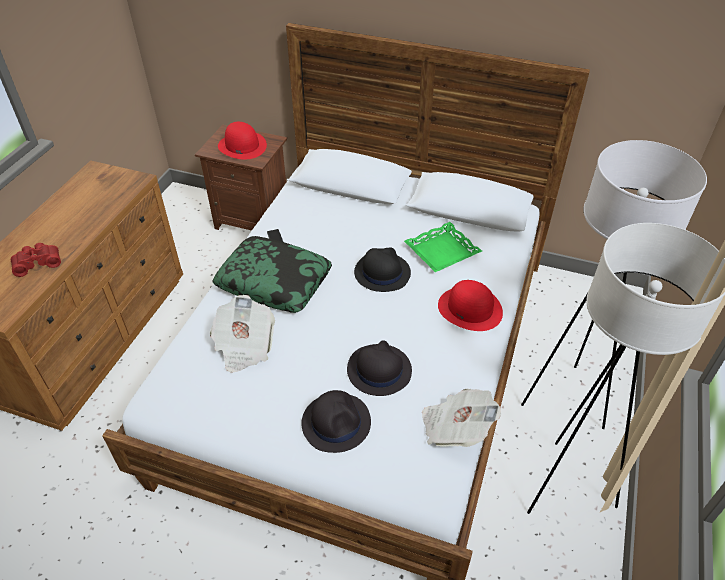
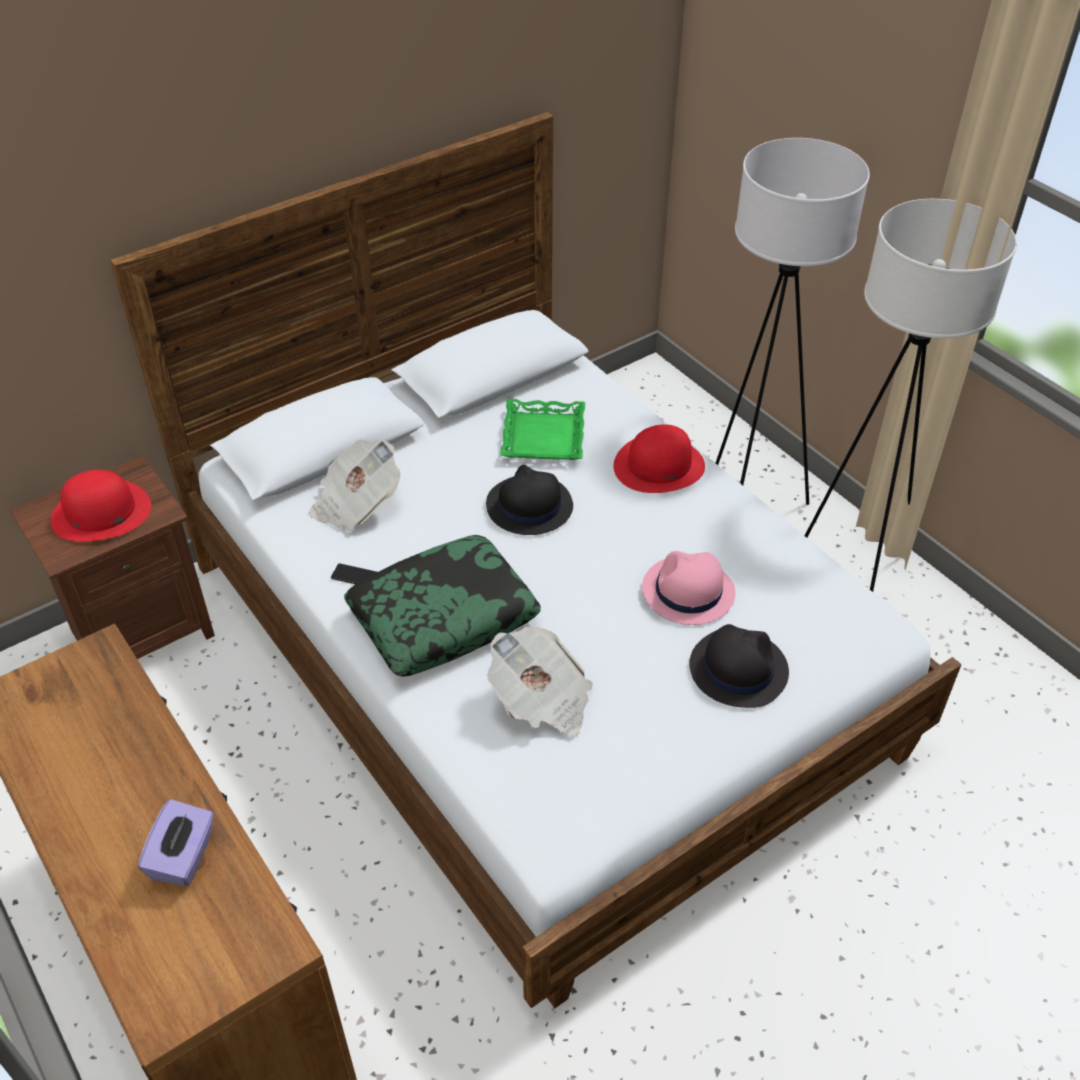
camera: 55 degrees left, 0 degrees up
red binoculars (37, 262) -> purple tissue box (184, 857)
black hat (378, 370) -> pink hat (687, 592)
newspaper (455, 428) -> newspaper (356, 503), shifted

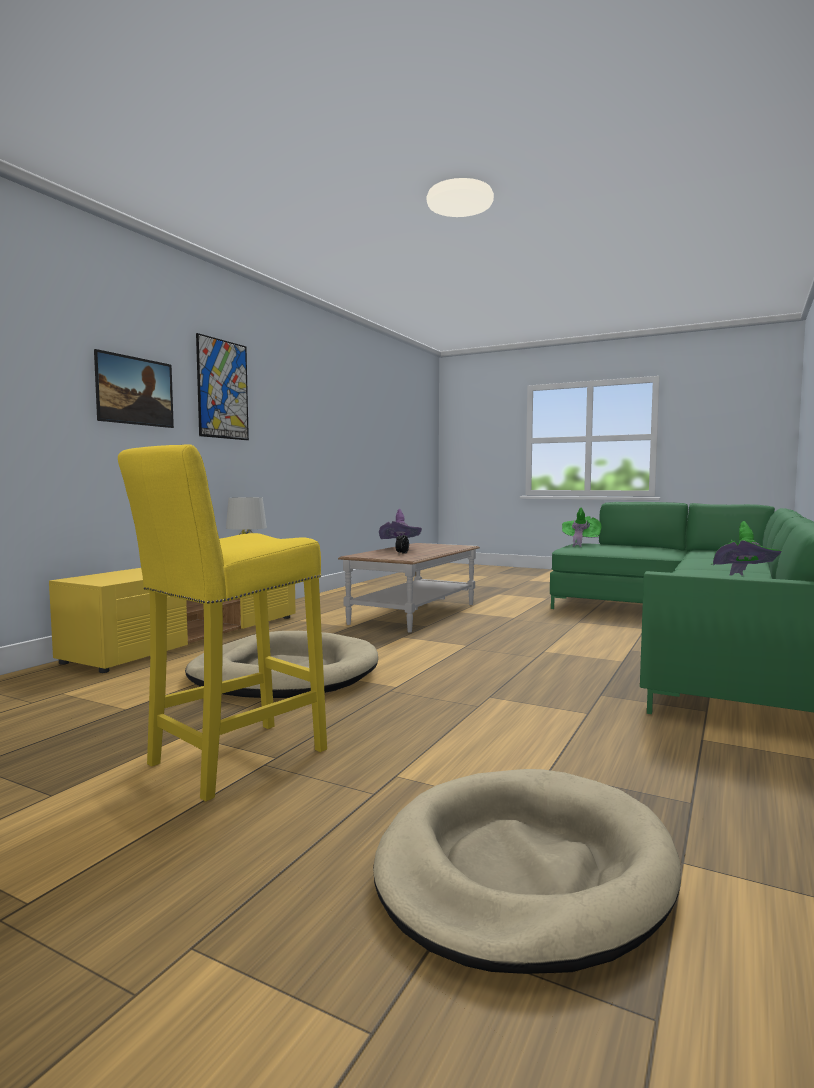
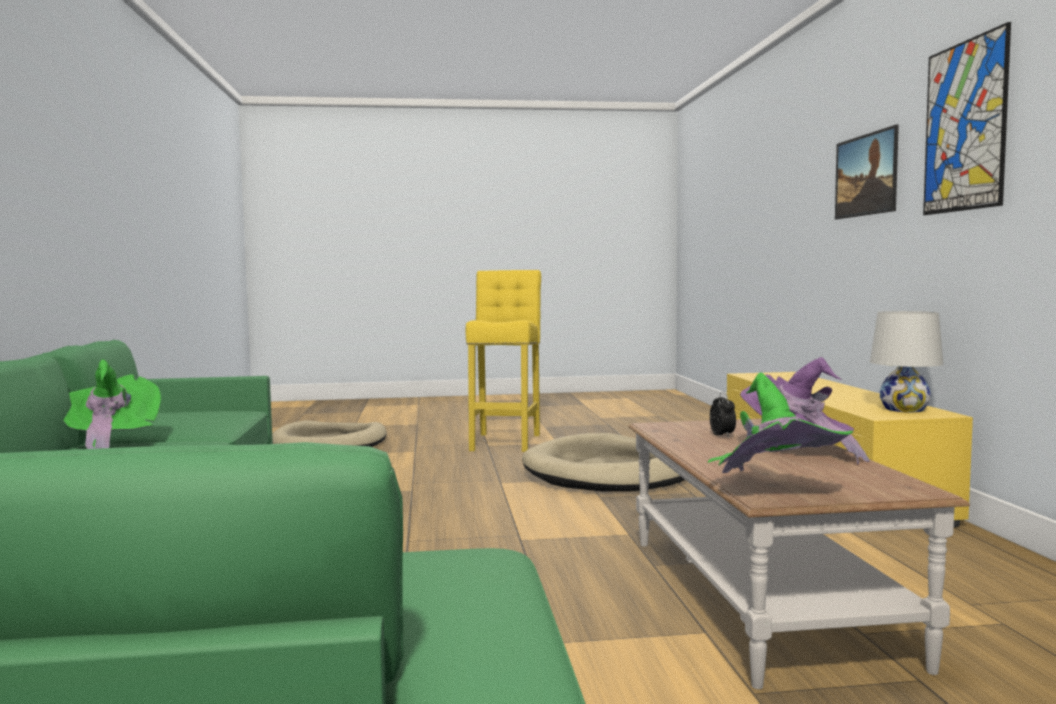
camera: 145 degrees right, 0 degrees up
green hat (580, 544) -> green hat (774, 492), shifted

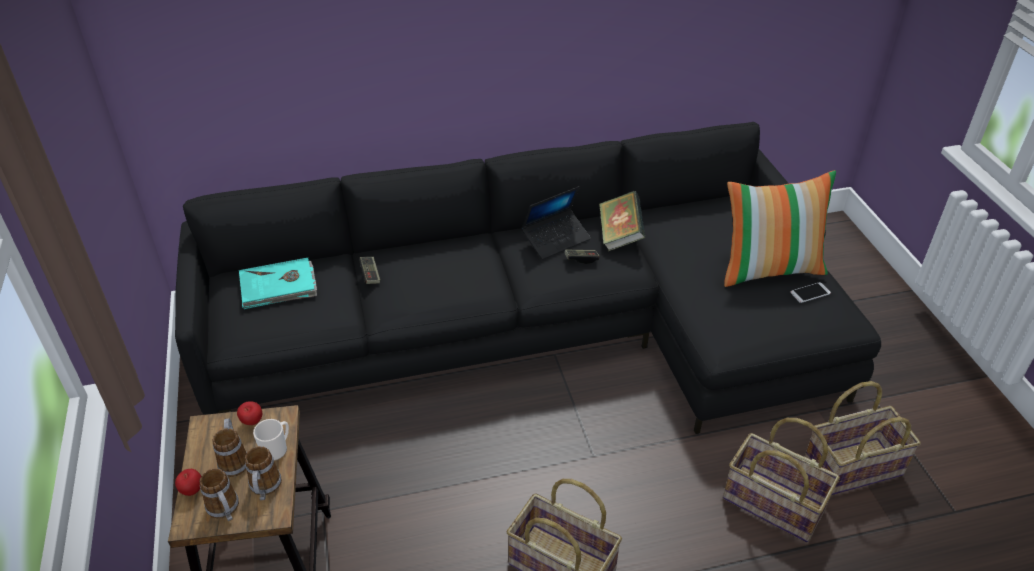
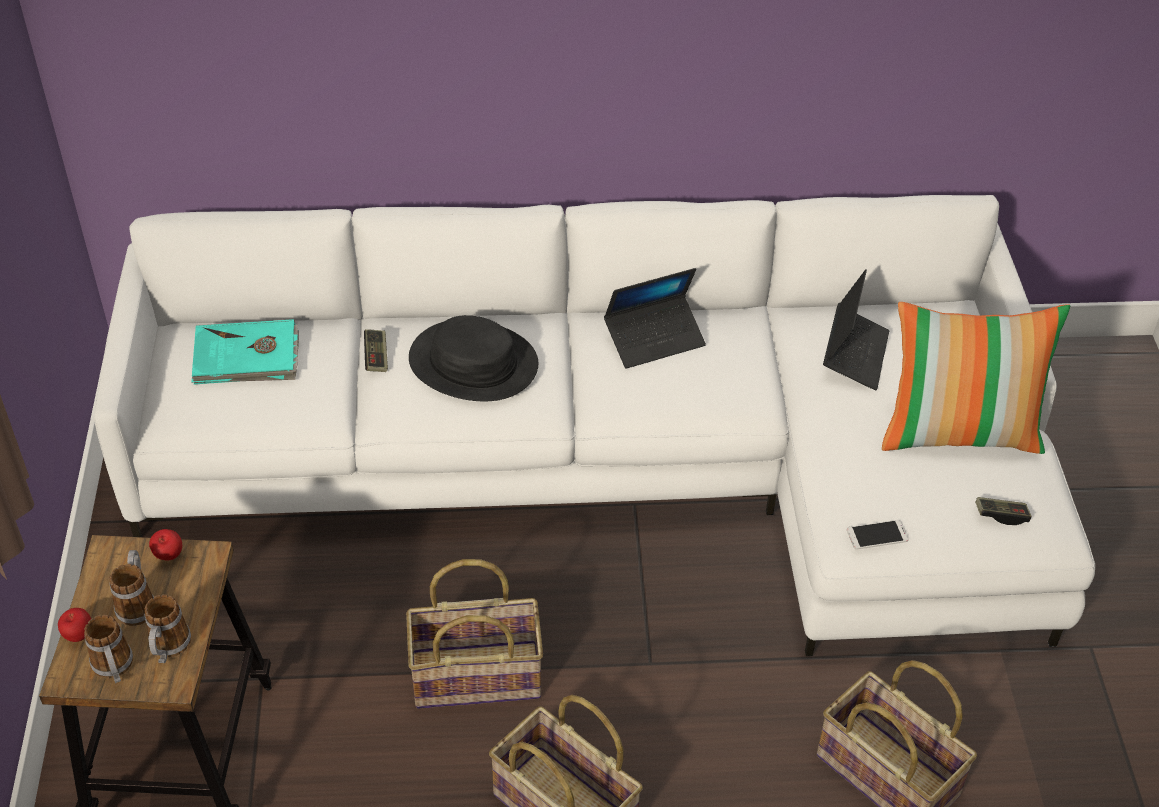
camera: 10 degrees right, 5 degrees up
black sofa (541, 332) -> white sofa (624, 467)
mug (277, 449) -> none
game controller (581, 259) -> game controller (1001, 515), shifted
book (620, 235) -> none
phone (810, 293) -> phone (877, 535), shifted
basket (852, 466) -> basket (477, 674), shifted
none -> black hat (473, 363)
none -> laptop (855, 354)

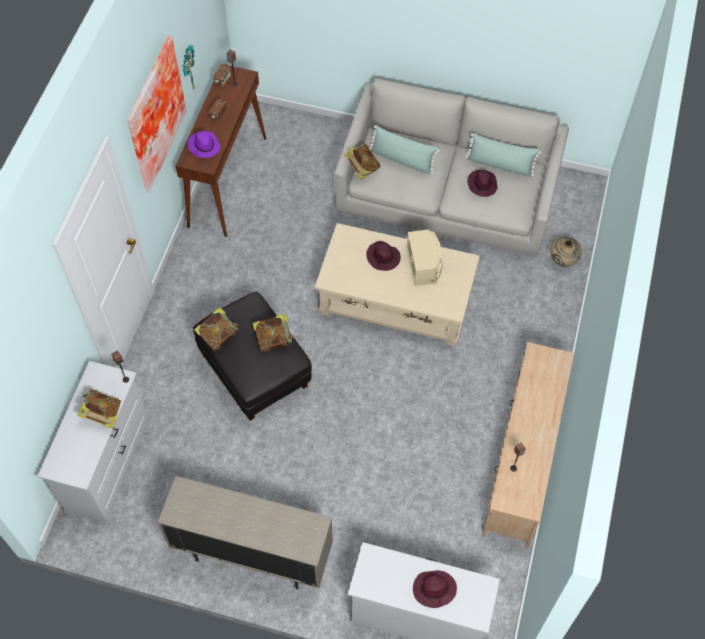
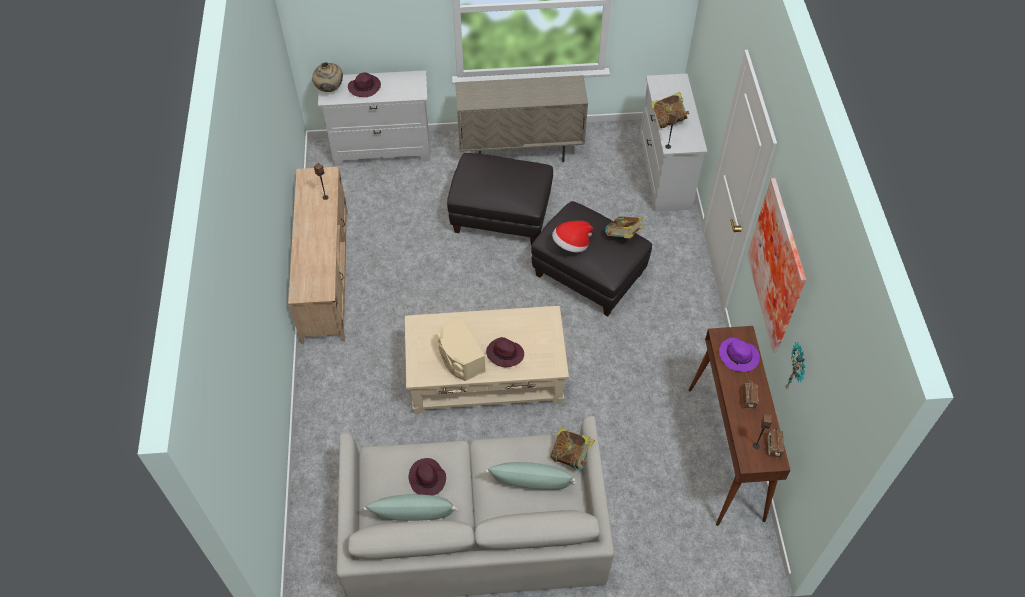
camera: 160 degrees right, 5 degrees down
book (274, 339) -> hat (571, 244)
beige vase (562, 260) -> beige vase (330, 90), shifted
none -> black ottoman (501, 216)

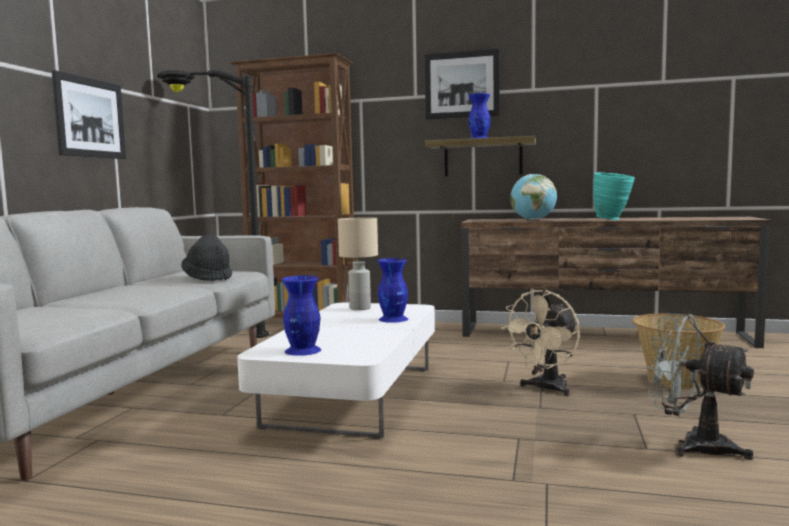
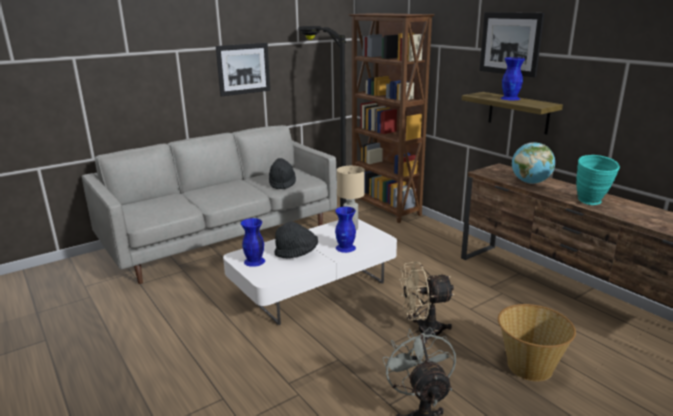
camera: 40 degrees right, 15 degrees up
none -> black hat (297, 253)

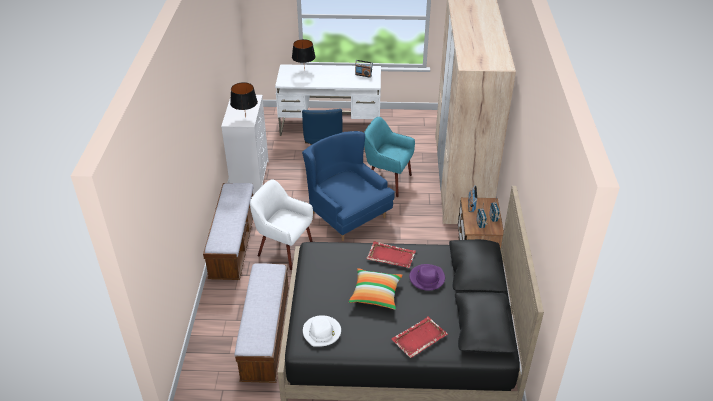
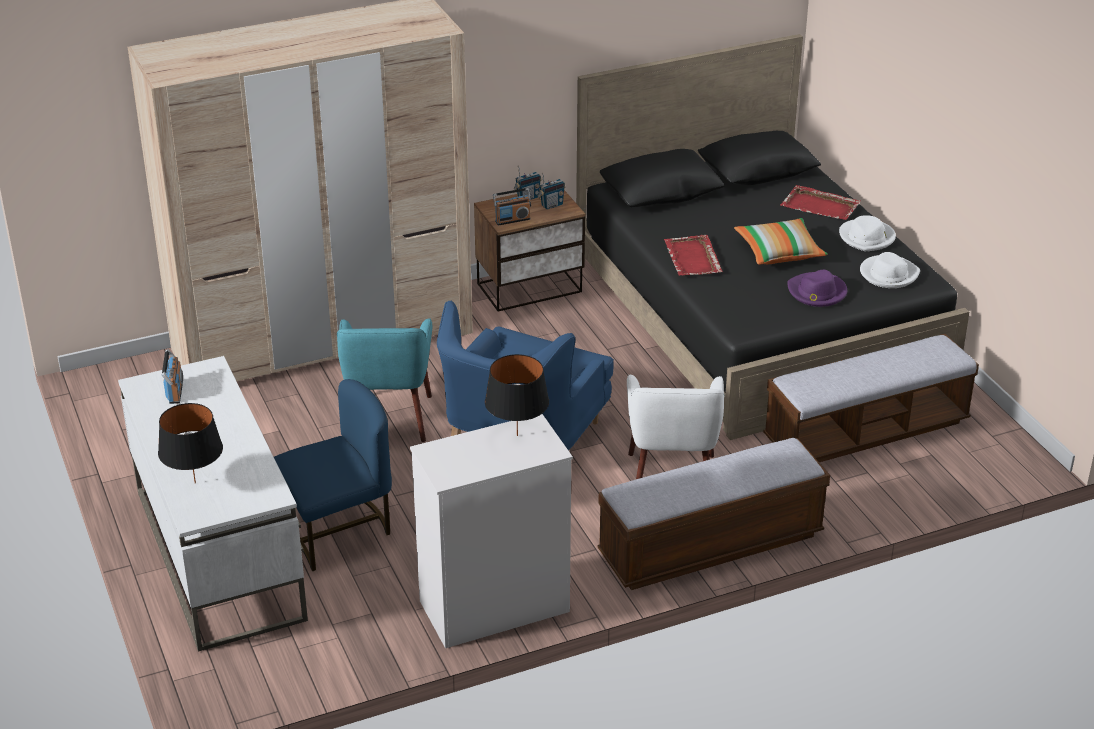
camera: 115 degrees left, 5 degrees down
purple hat (427, 278) -> purple hat (817, 292), shifted
none -> white hat (867, 237)

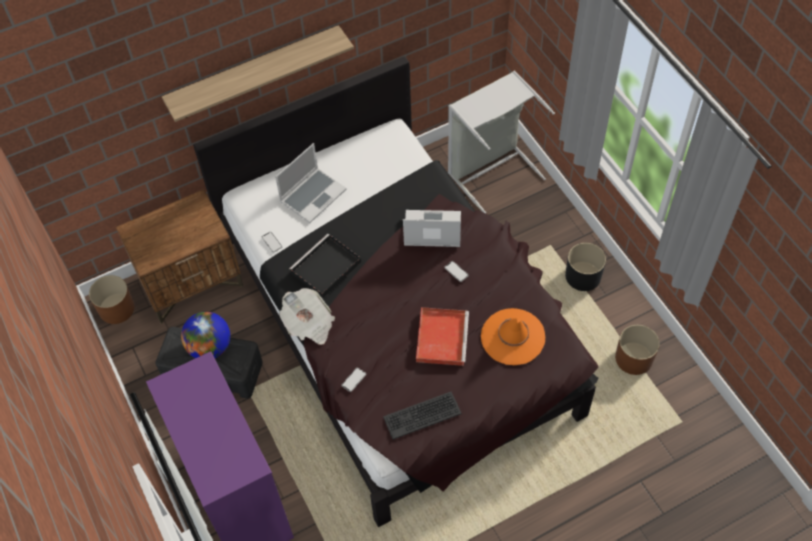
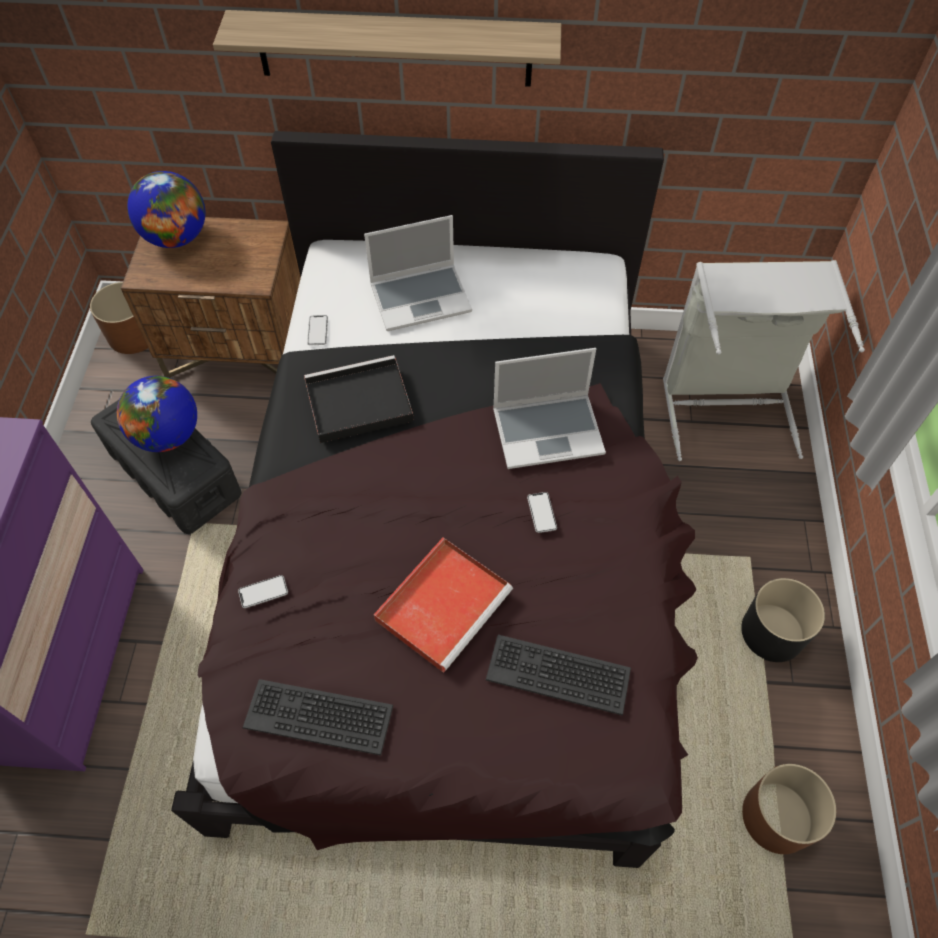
camera: 30 degrees right, 0 degrees up
newspaper (309, 324) -> none
laptop (431, 231) -> laptop (549, 430), 135 degrees clockwise
orange hat (512, 337) -> keyboard (558, 673)
none -> globe (177, 237)

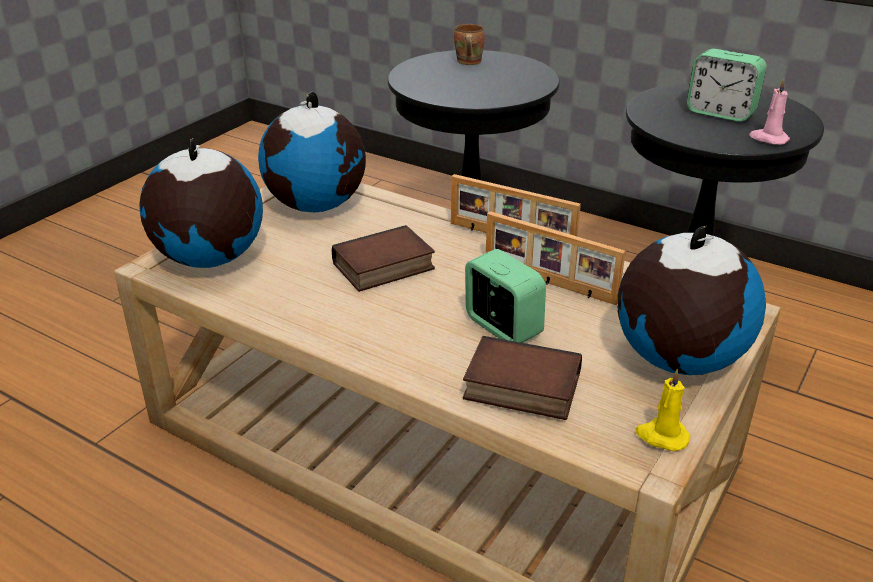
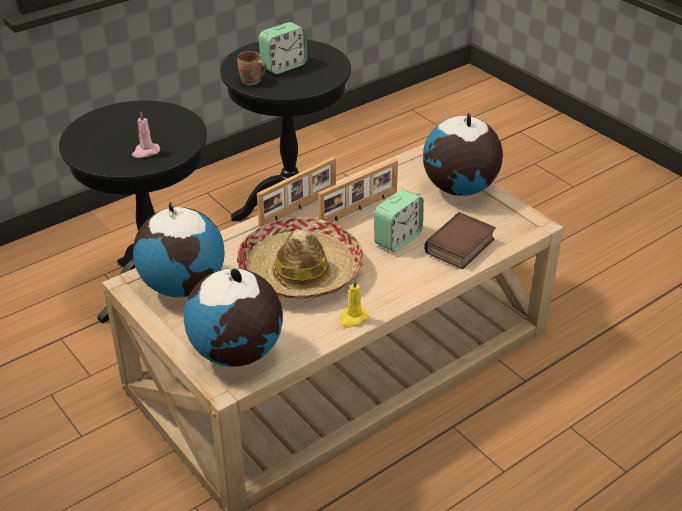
camera: 70 degrees left, 5 degrees up
book (383, 268) -> hat (300, 271)
brown mug (467, 62) -> brown mug (251, 82), shifted
alarm clock (502, 327) -> alarm clock (397, 239), 150 degrees clockwise
yellow candle (661, 436) -> yellow candle (353, 318), shifted
pink candle (768, 139) -> pink candle (145, 152), shifted

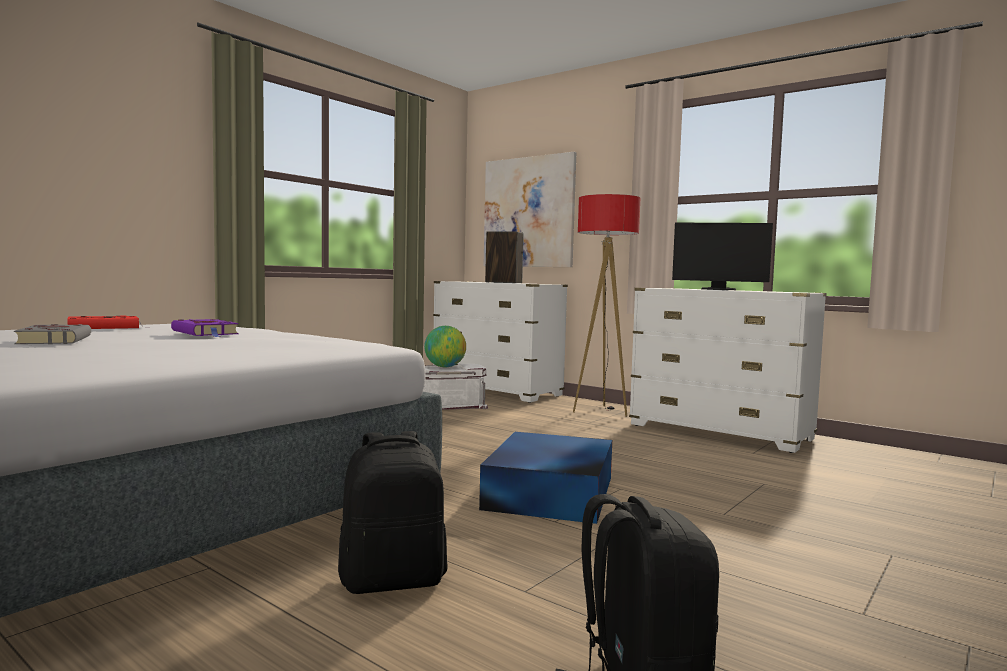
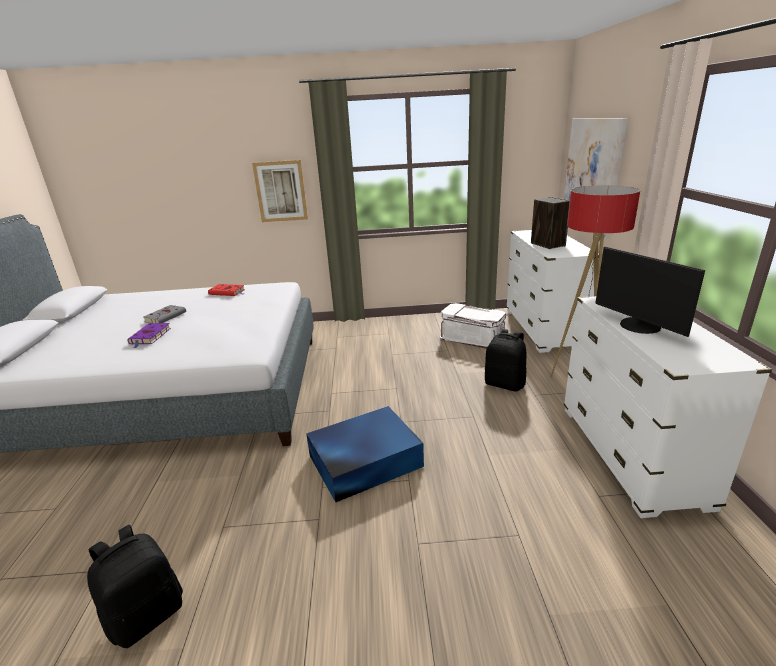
camera: 50 degrees right, 20 degrees up
purple book (206, 333) -> purple book (150, 337), shifted
black backpack (393, 580) -> black backpack (505, 384), shifted
globe (445, 367) -> none
none -> picture (281, 191)

